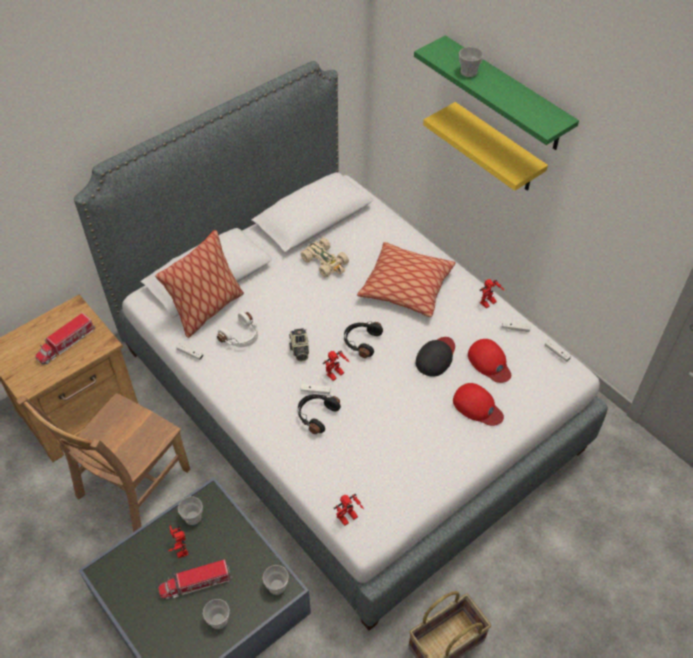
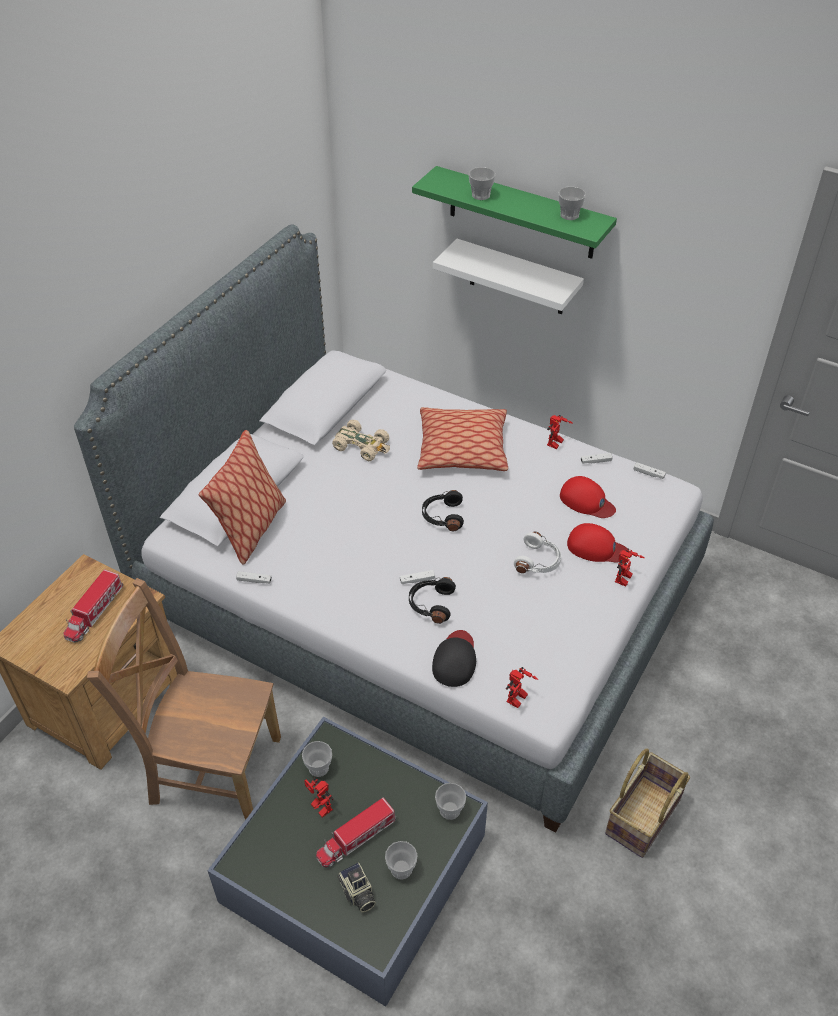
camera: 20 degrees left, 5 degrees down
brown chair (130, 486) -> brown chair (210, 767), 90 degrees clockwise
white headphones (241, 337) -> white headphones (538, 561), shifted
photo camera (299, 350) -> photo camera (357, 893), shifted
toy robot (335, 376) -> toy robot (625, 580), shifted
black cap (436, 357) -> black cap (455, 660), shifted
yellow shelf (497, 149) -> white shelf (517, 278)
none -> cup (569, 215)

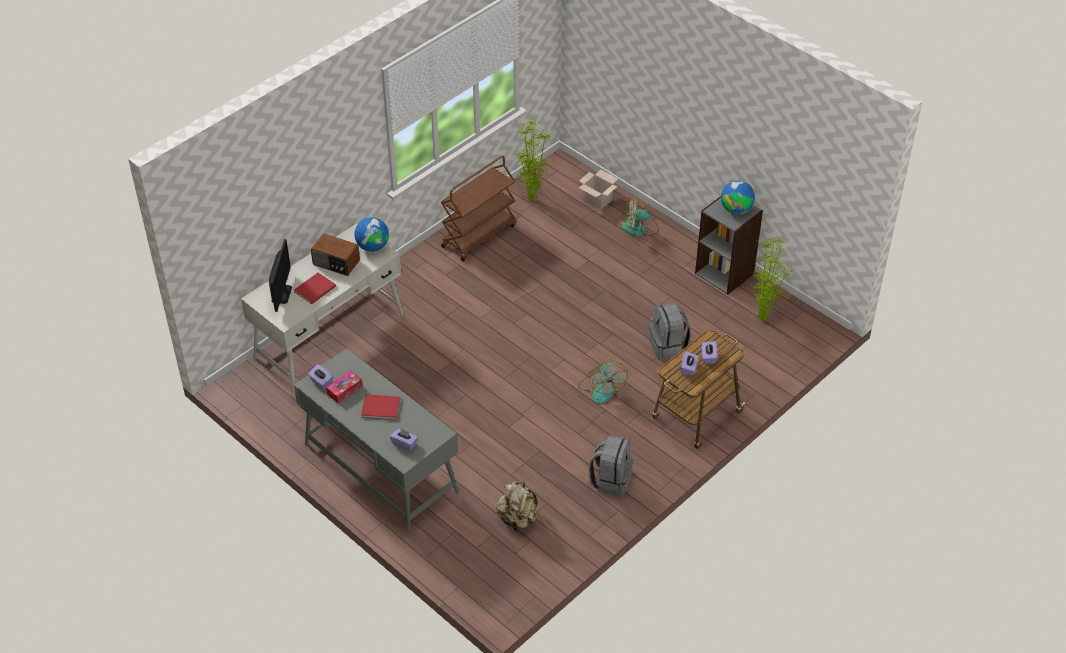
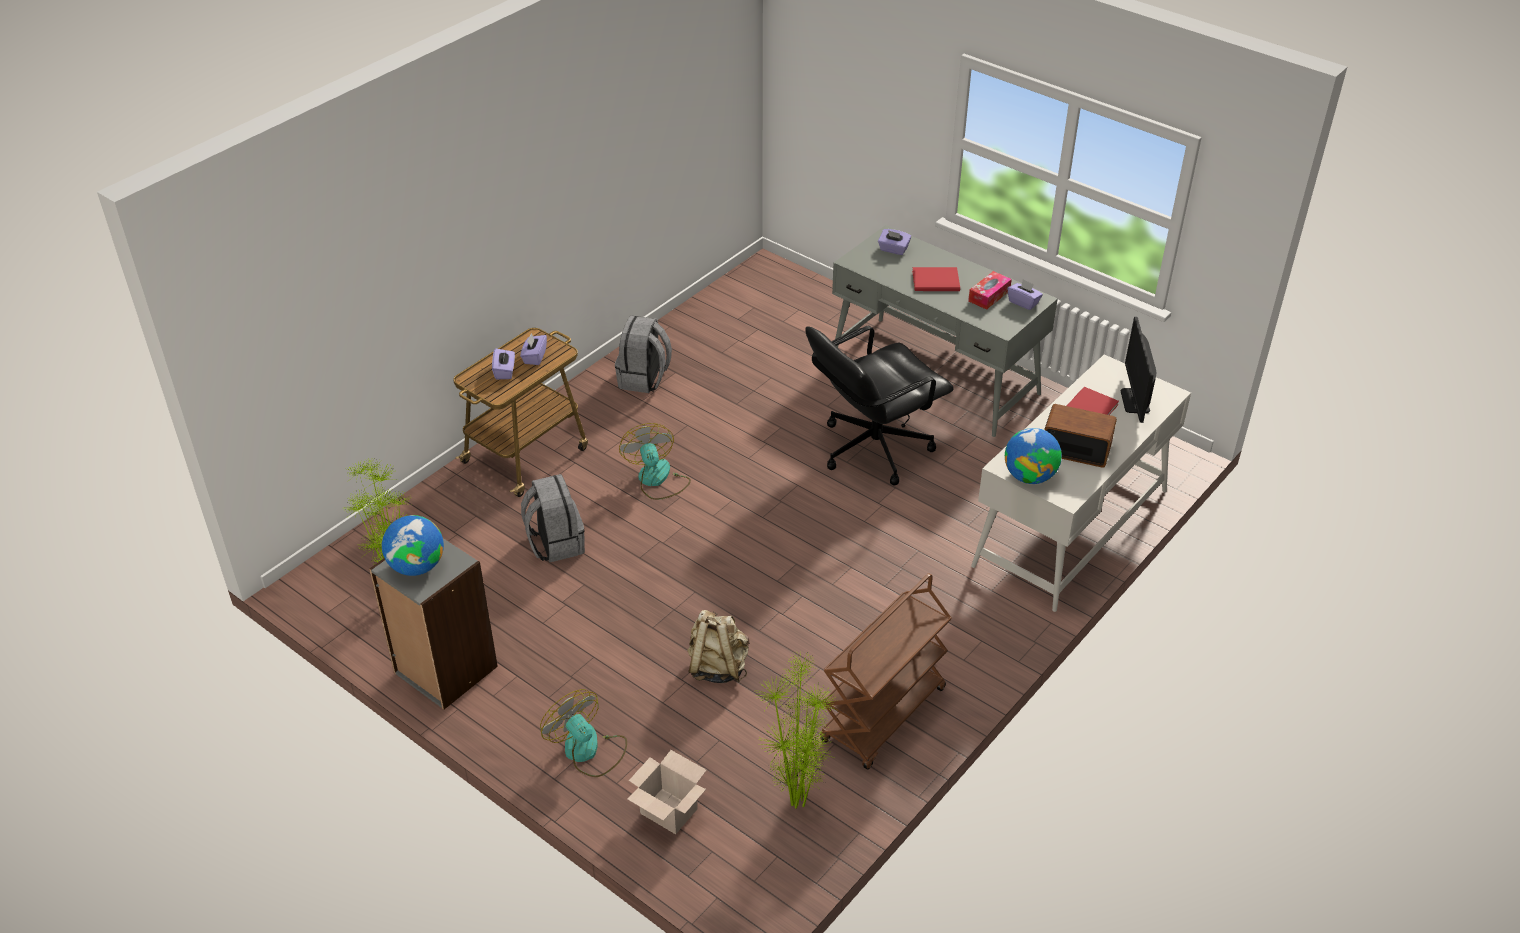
camera: 175 degrees right, 5 degrees down
beige backpack (517, 519) -> beige backpack (717, 667), shifted
fan (640, 228) -> fan (588, 751), 120 degrees counterclockwise
none -> black office chair (873, 448)

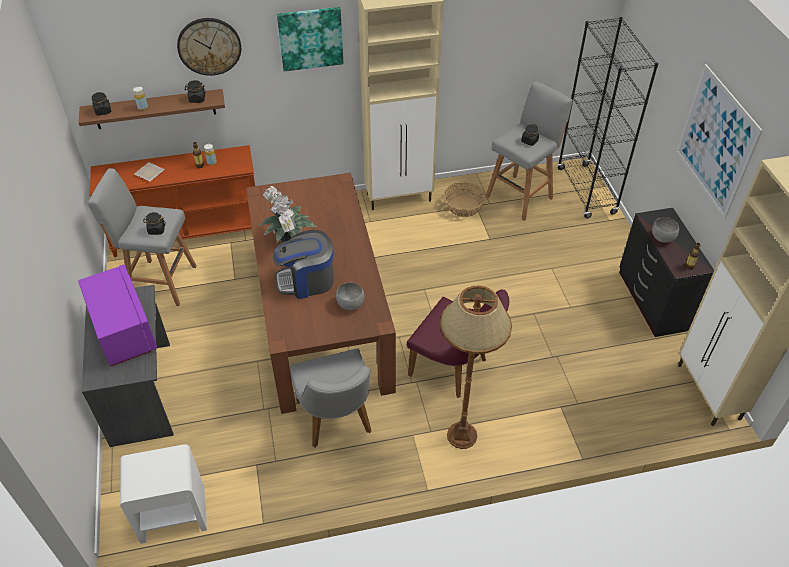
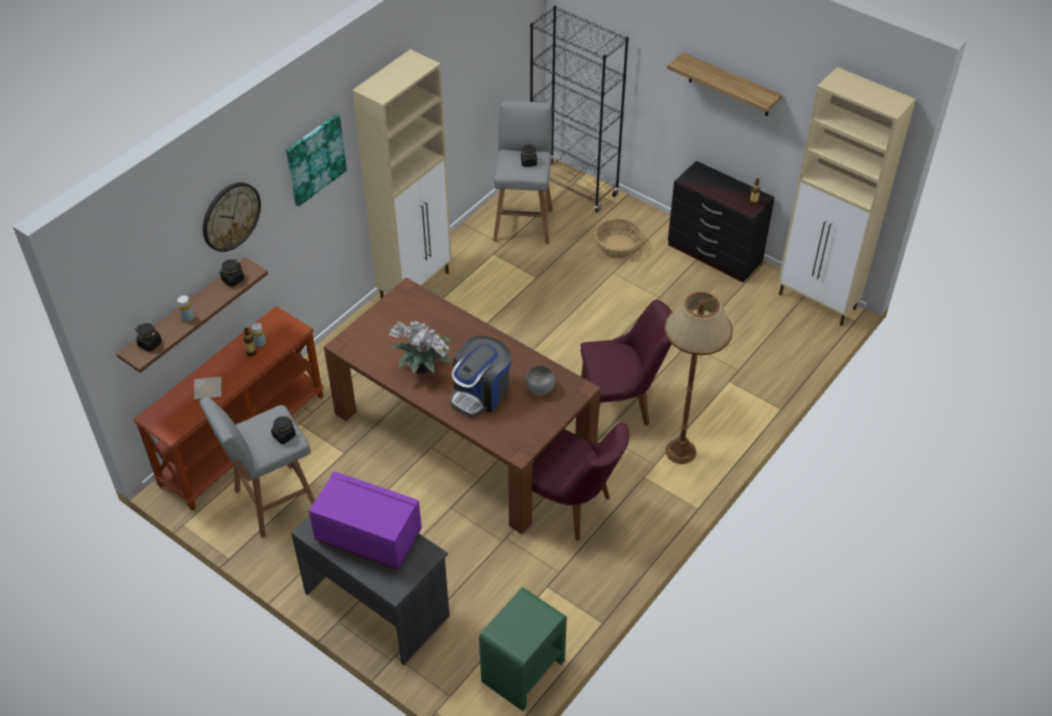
camera: 40 degrees left, 0 degrees up
white nightstand (172, 514) -> green nightstand (522, 672)
grey chair (336, 422) -> purple chair (574, 508)
basket (463, 206) -> basket (617, 246), shifted
grey bowl (662, 238) -> none
picture (716, 141) -> shelf (729, 85)

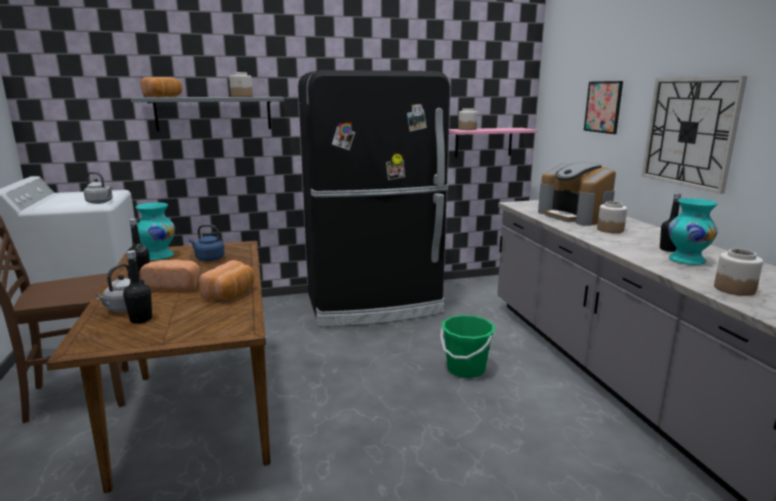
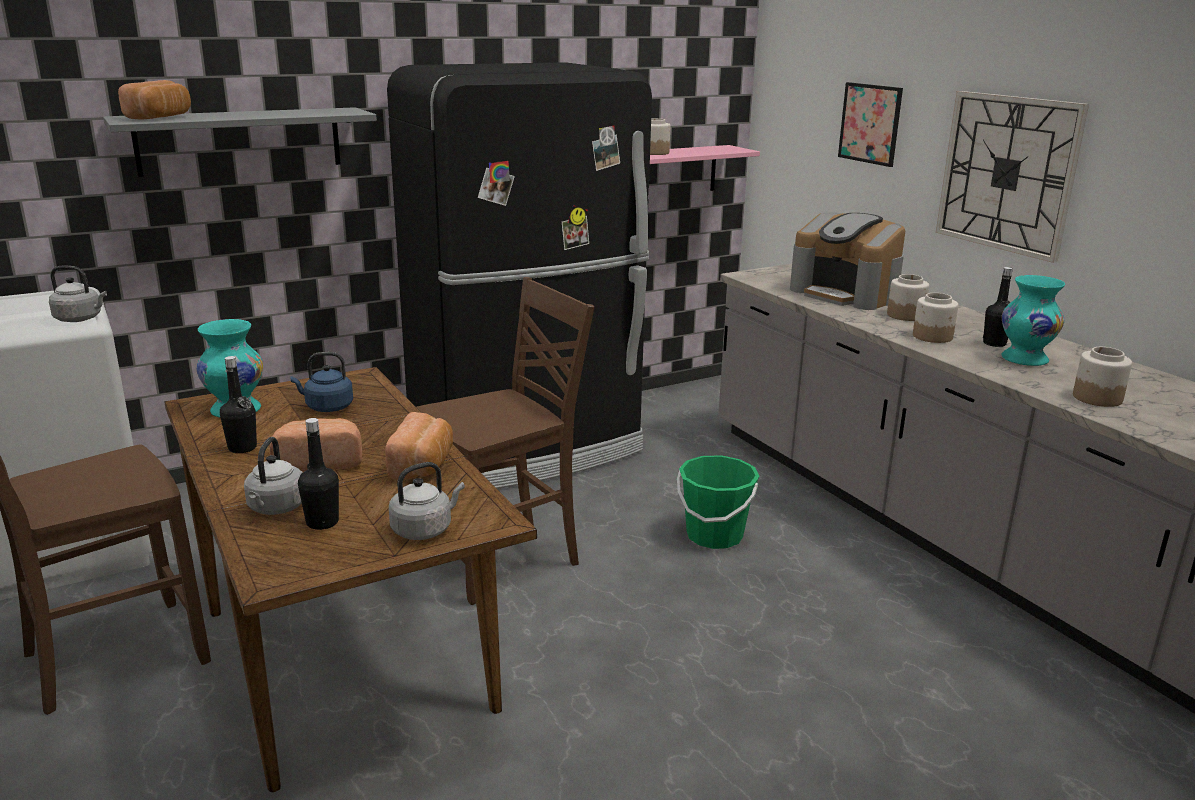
camera: 15 degrees left, 5 degrees up
jar (242, 96) -> jar (933, 337), shifted
none -> grey kettle (424, 529)
none -> brown chair (504, 560)

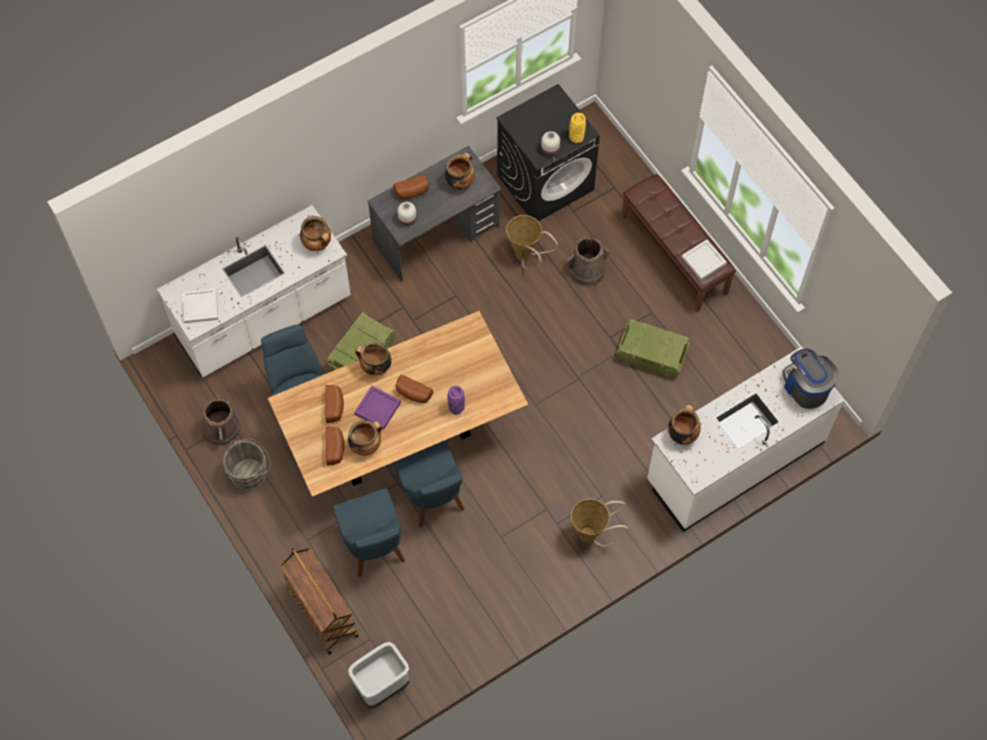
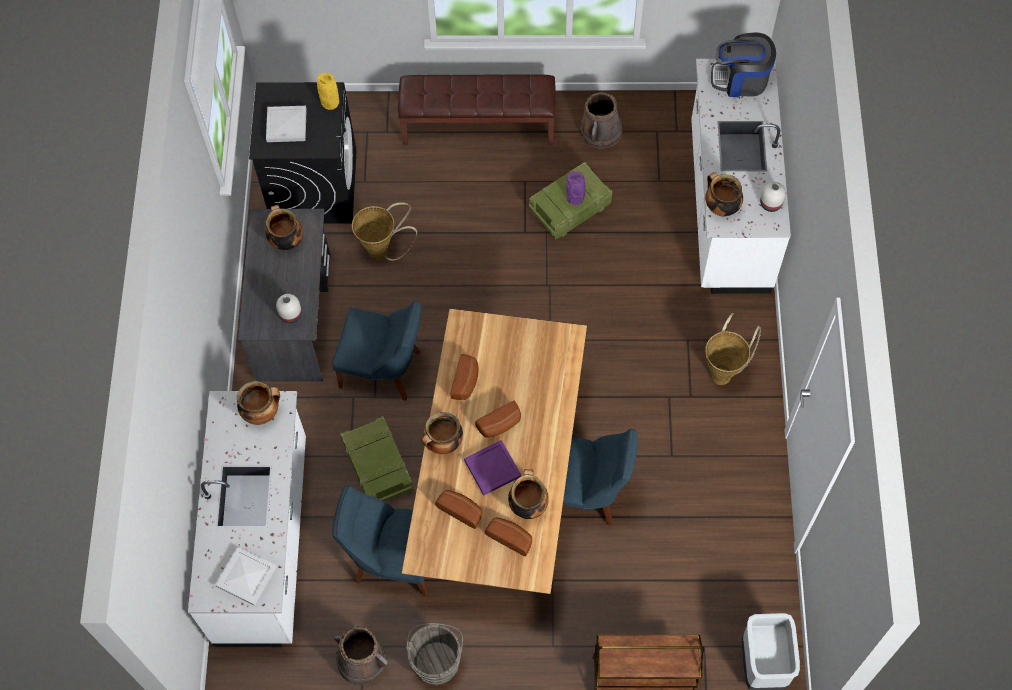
camera: 55 degrees left, 0 degrees up
blue chair (373, 545) -> blue chair (384, 370), shifted
bread (412, 192) -> bread (466, 382), shifted
purple vase (456, 408) -> purple vase (575, 198), shifted
white vase (550, 150) -> white vase (771, 204), shifted
brown bucket (587, 270) -> brown bucket (601, 132), shifted
white tray (703, 260) -> white tray (286, 124), shifted

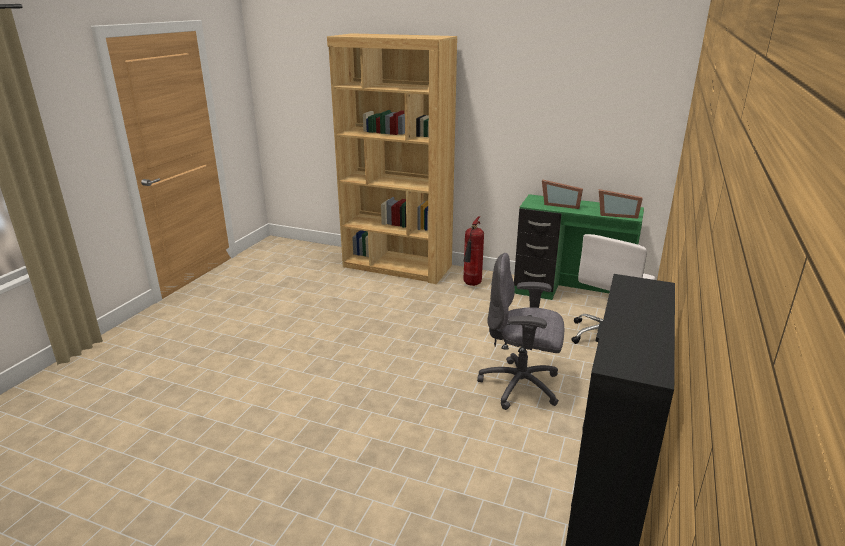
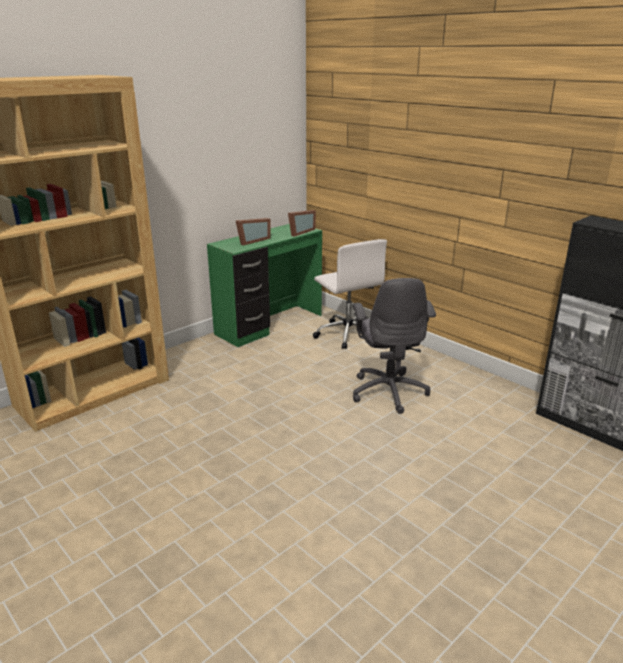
camera: 65 degrees left, 0 degrees up
fire extinguisher (471, 284) -> none
grey office chair (521, 386) -> grey office chair (389, 391), 45 degrees counterclockwise

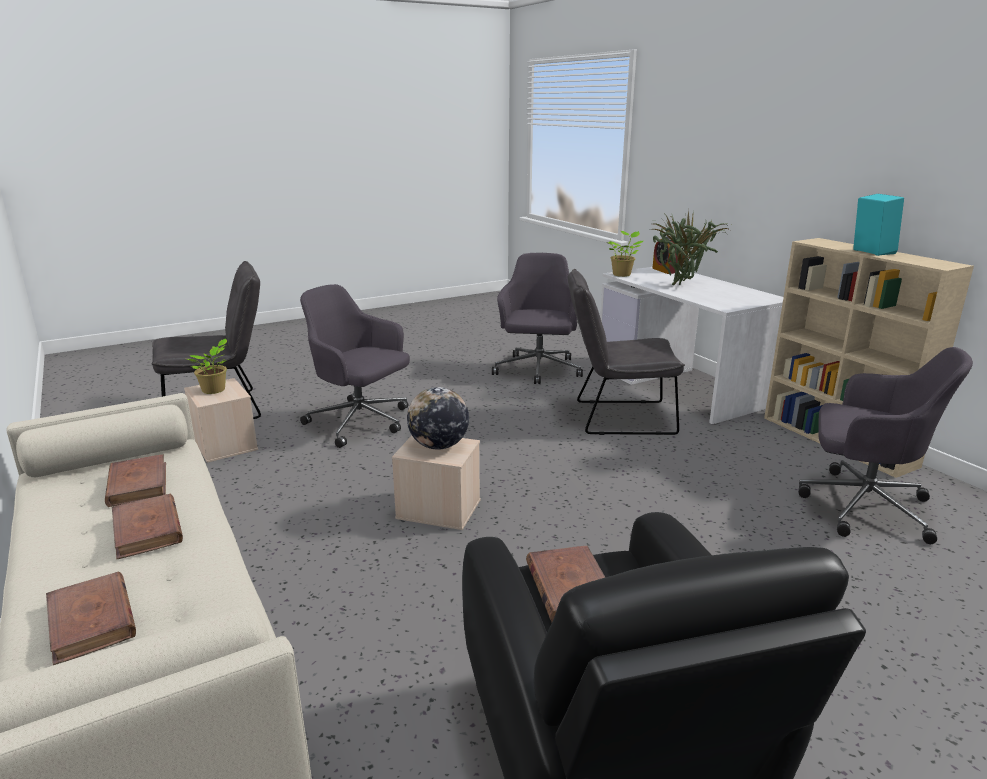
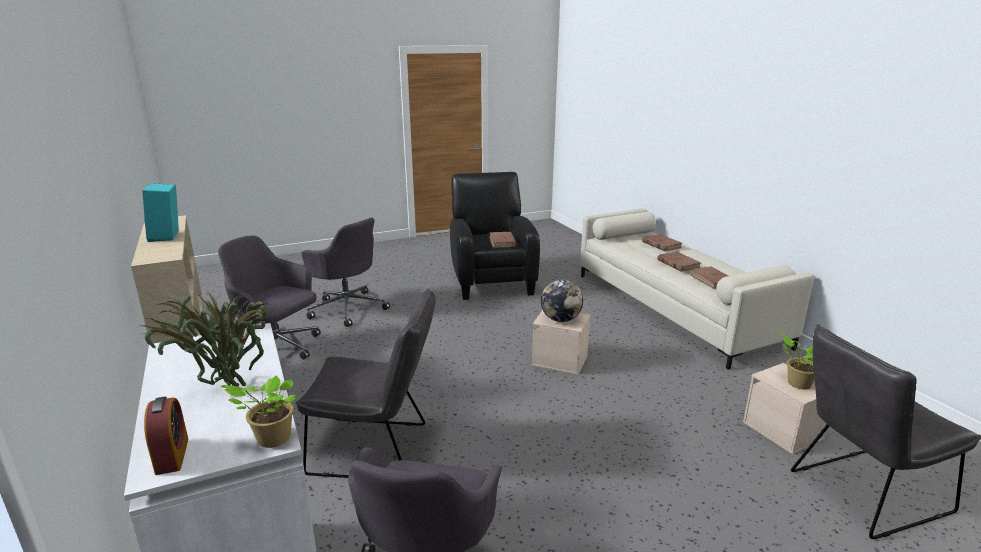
camera: 175 degrees left, 0 degrees up
grey office chair (360, 422) -> grey office chair (347, 308), shifted

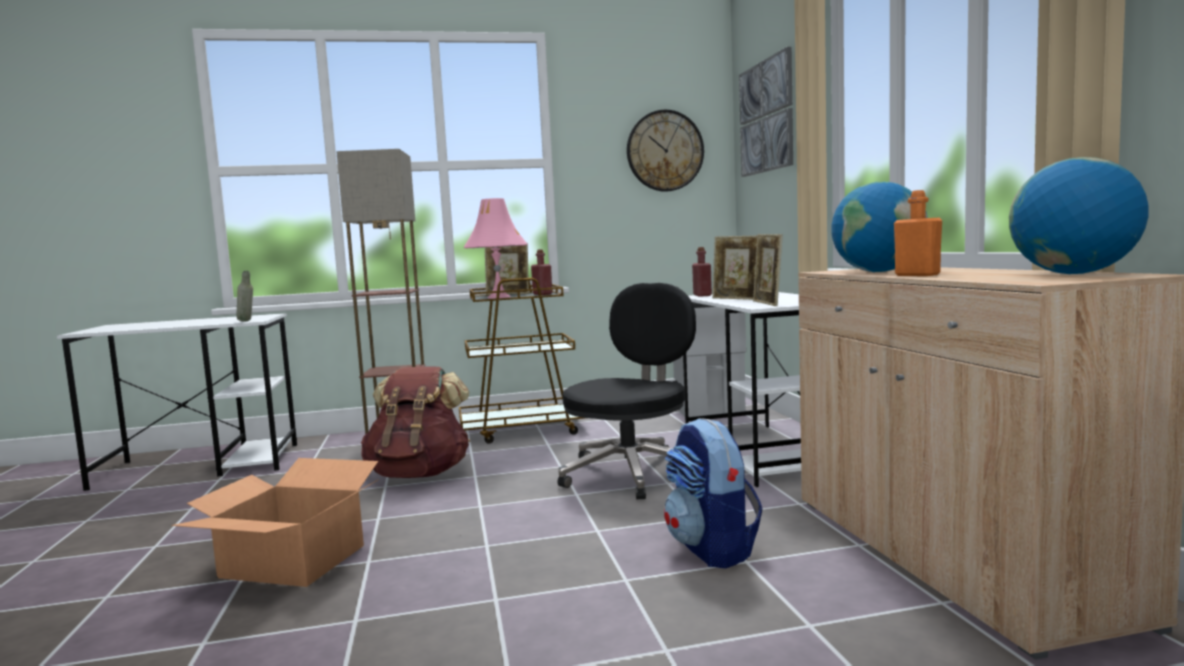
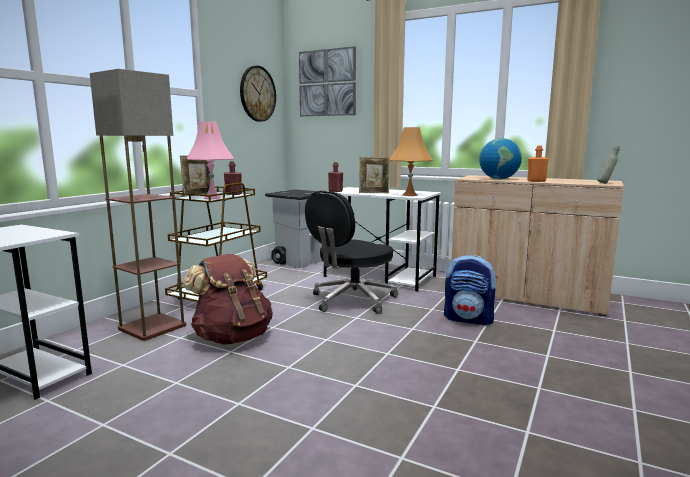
camera: 50 degrees left, 5 degrees up
cardboard box (292, 562) -> none
grey bottle (247, 321) -> grey bottle (606, 183), shifted
black office chair (632, 473) -> black office chair (352, 300), 120 degrees counterclockwise
picture frame (767, 304) -> orange table lamp (409, 195)
globe (1073, 274) -> none

